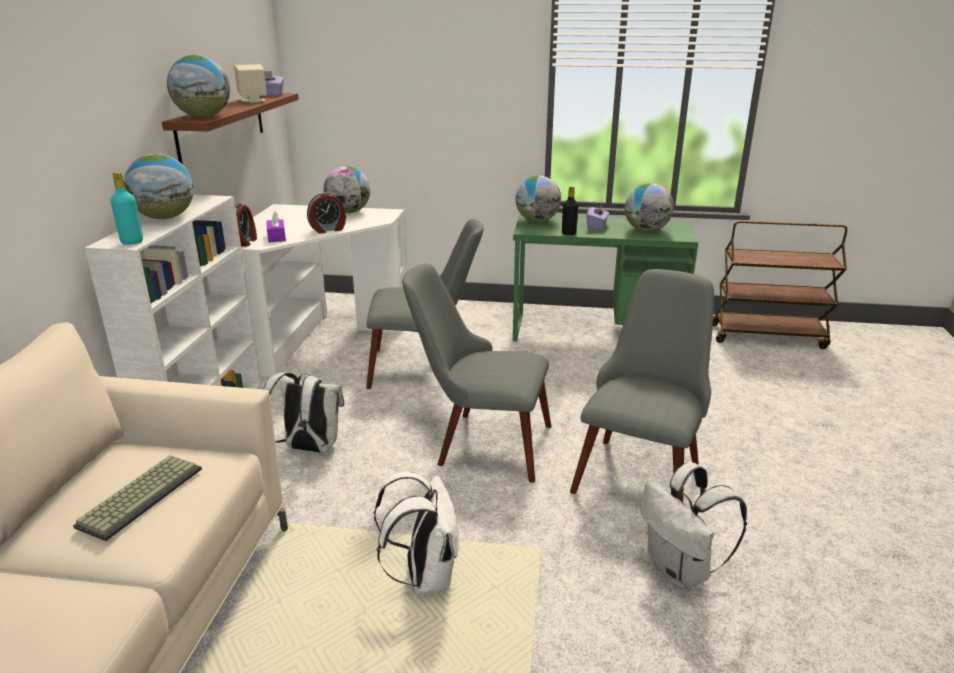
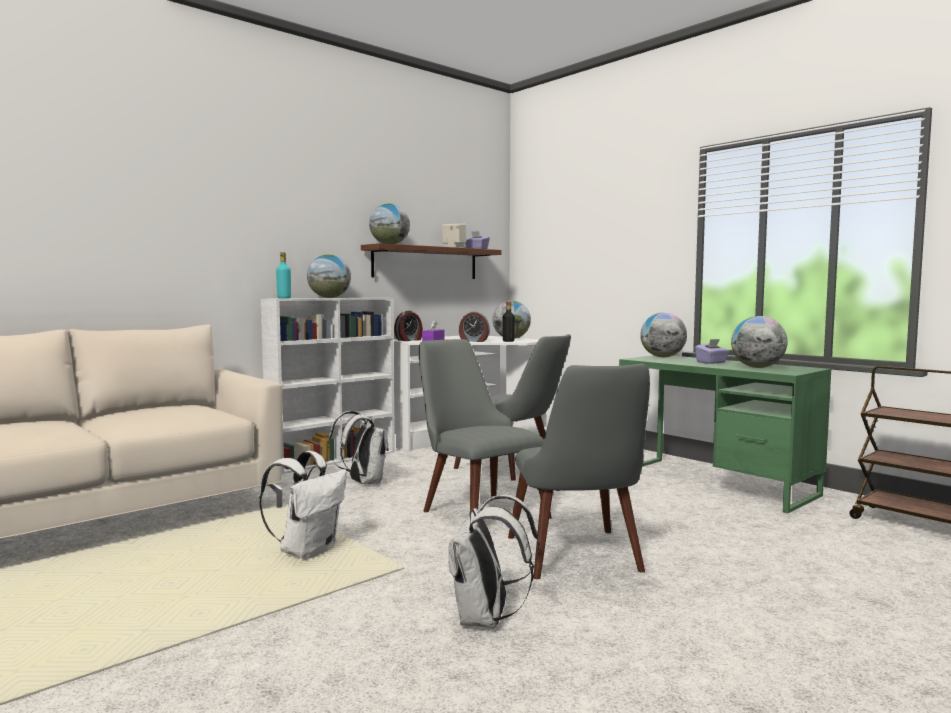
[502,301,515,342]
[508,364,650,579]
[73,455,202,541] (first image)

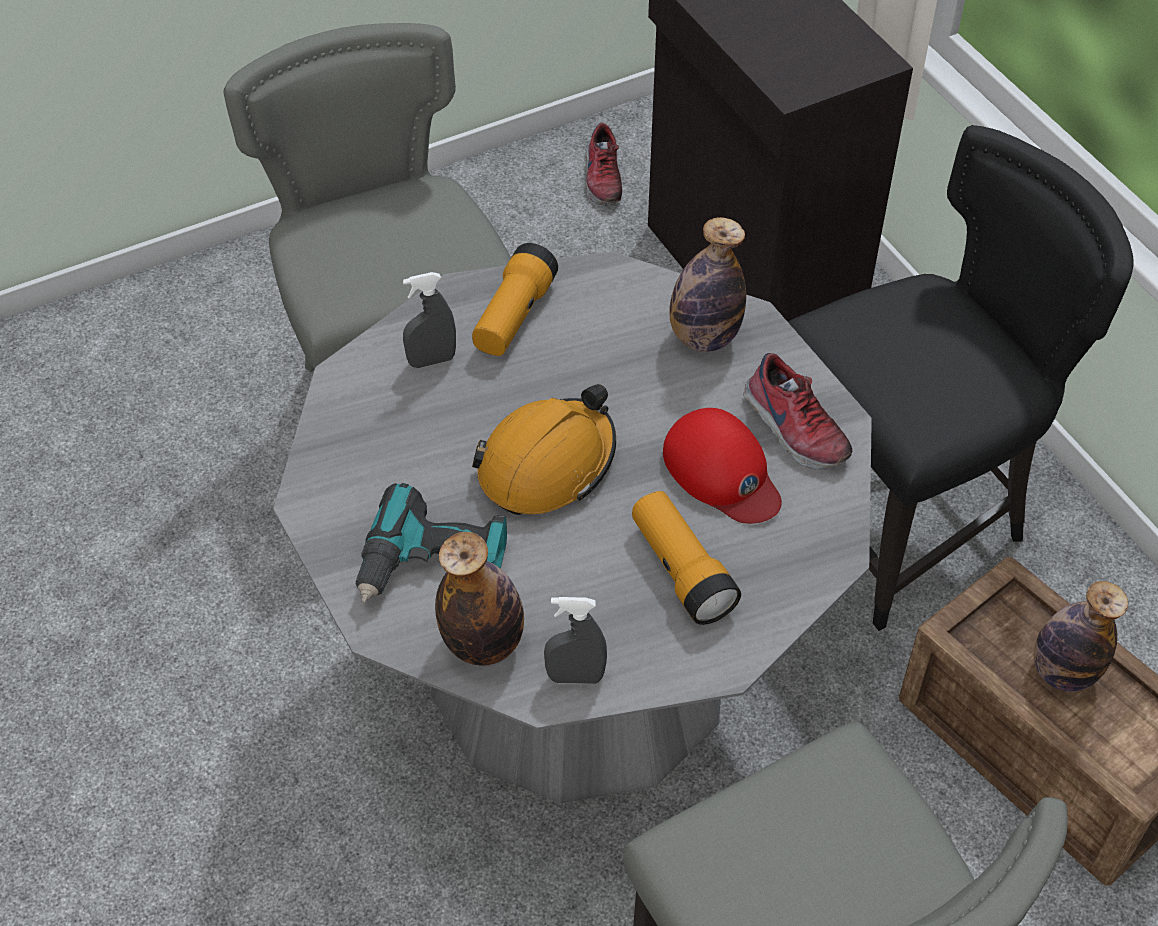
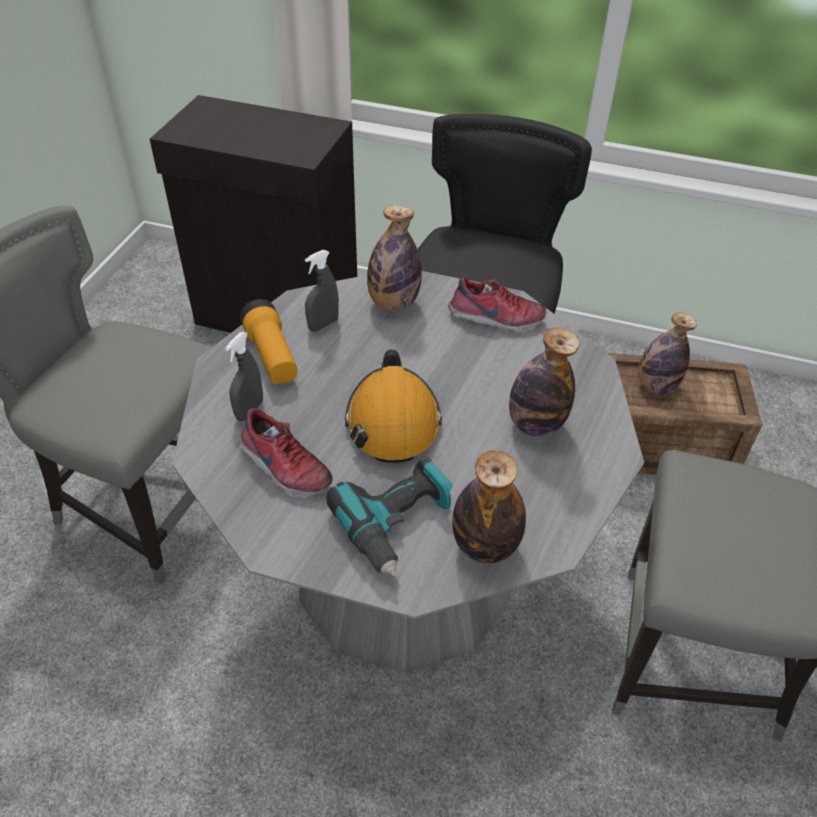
[238,408,332,498]
[305,250,339,332]
[509,327,580,437]
[663,408,782,524] (first image)

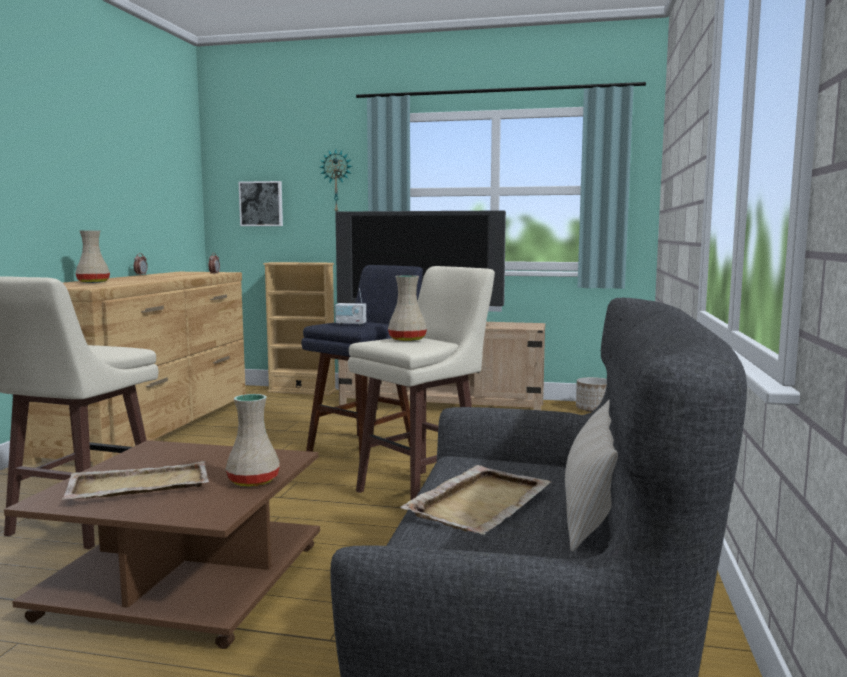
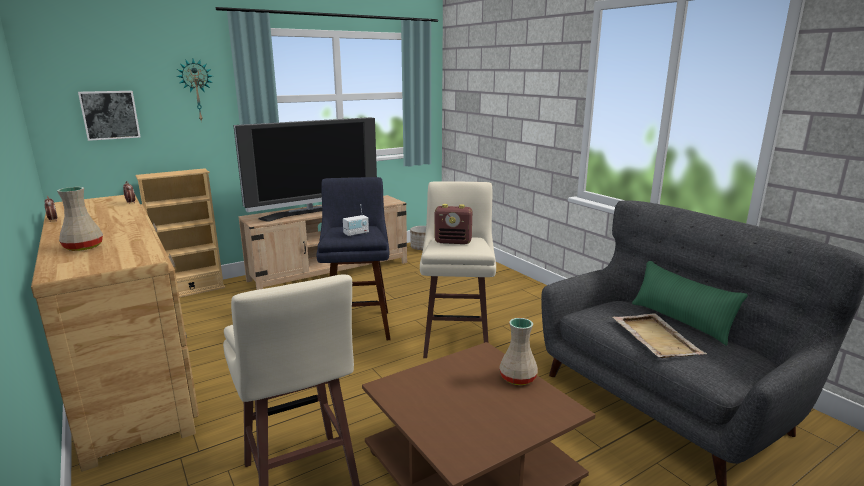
[435,204,472,244]
[632,261,748,346]
[62,461,209,500] (first image)

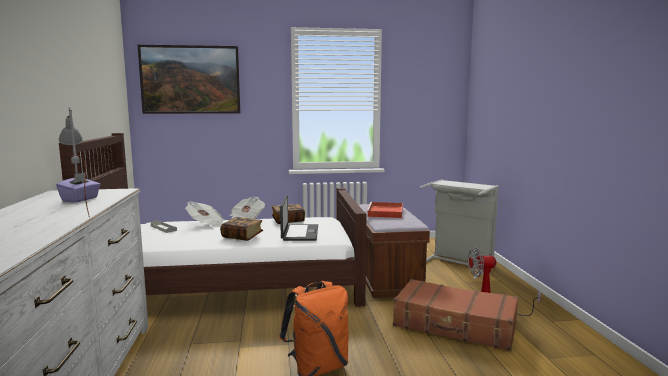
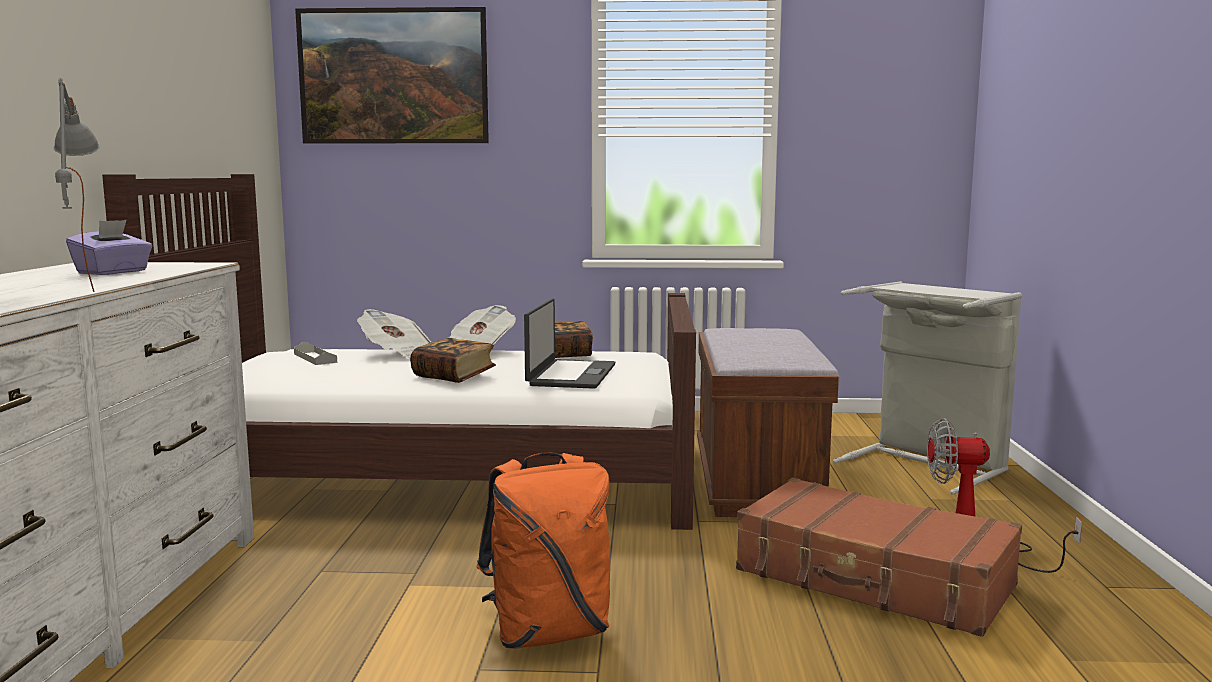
[366,202,403,218] (first image)

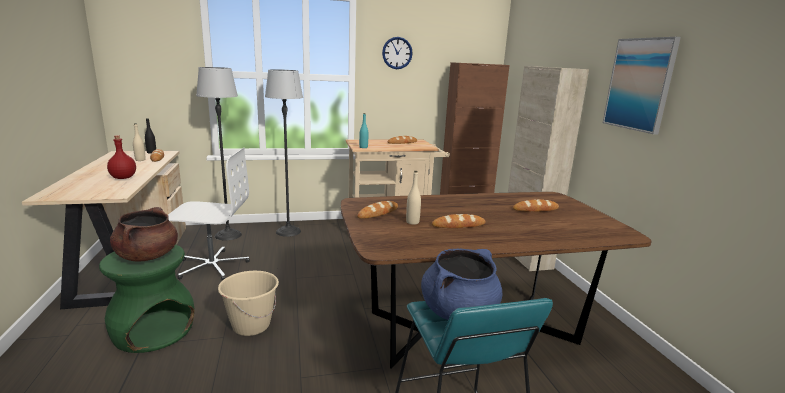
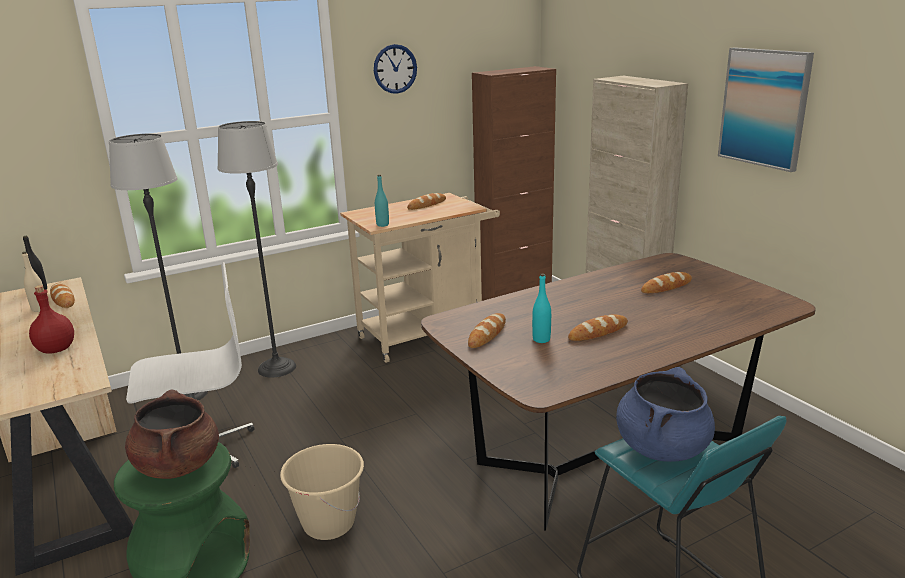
[532,273,551,343]

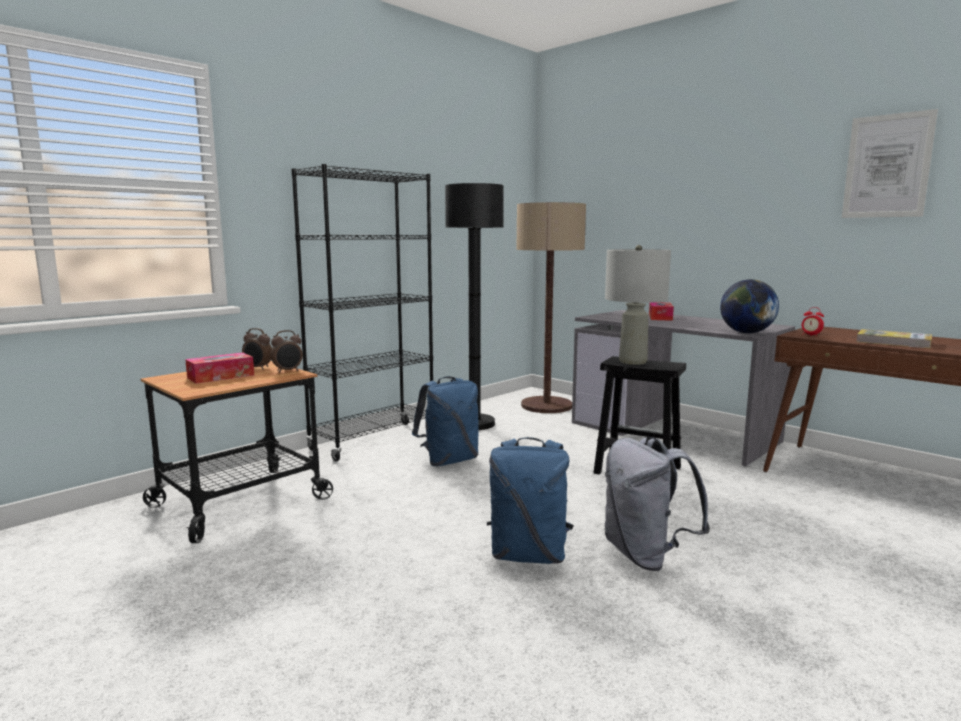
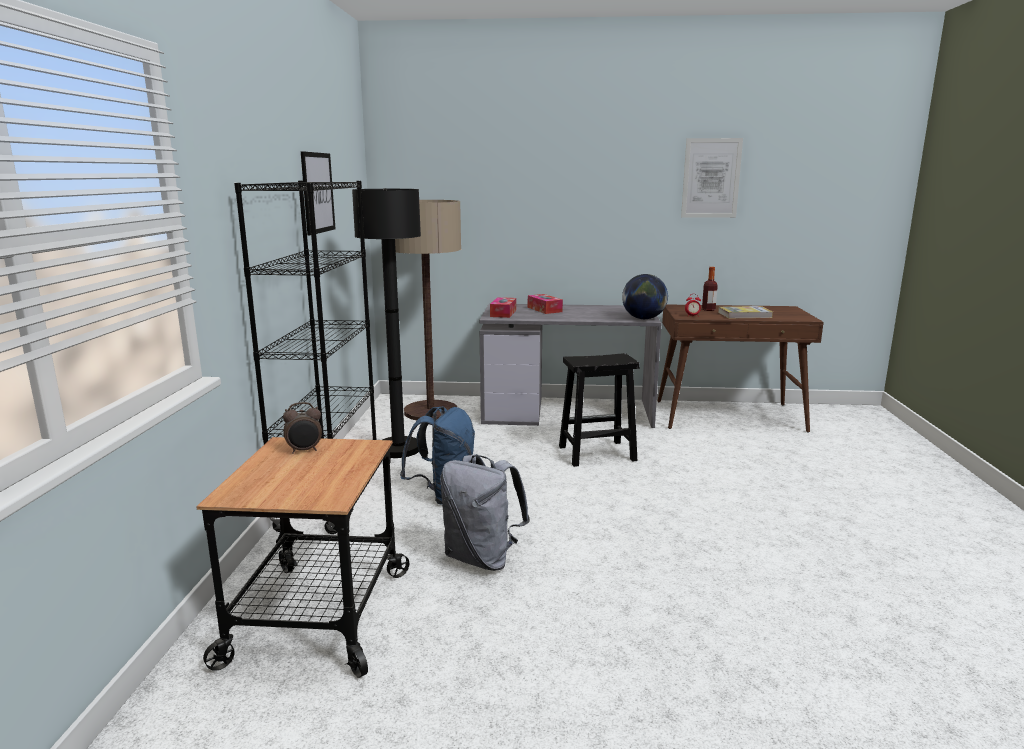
[301,151,335,236]
[440,454,530,571]
[490,297,516,318]
[702,267,718,311]
[270,330,303,373] (first image)
[487,437,574,564] (first image)
[605,245,671,365] (first image)

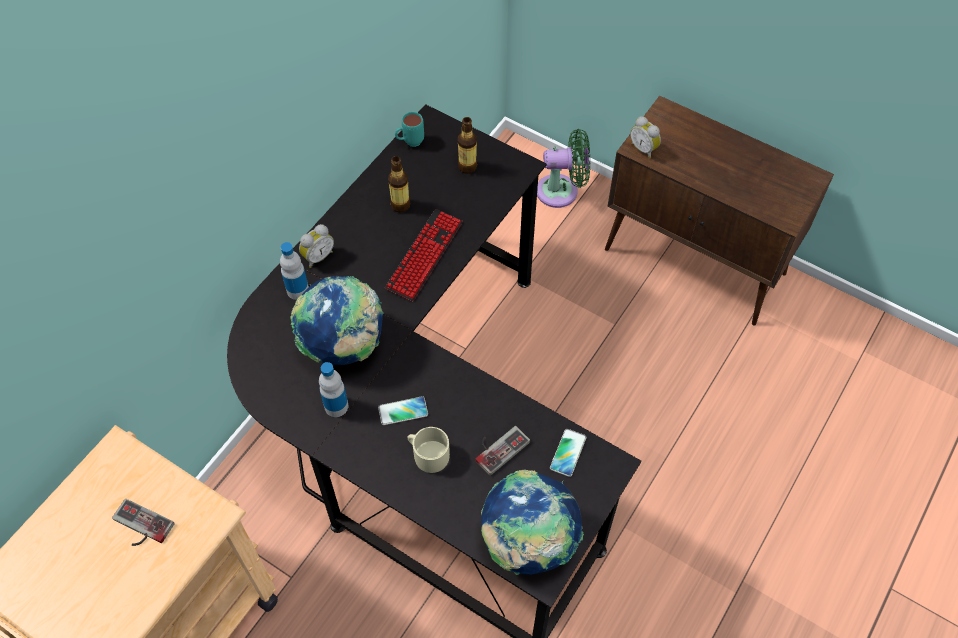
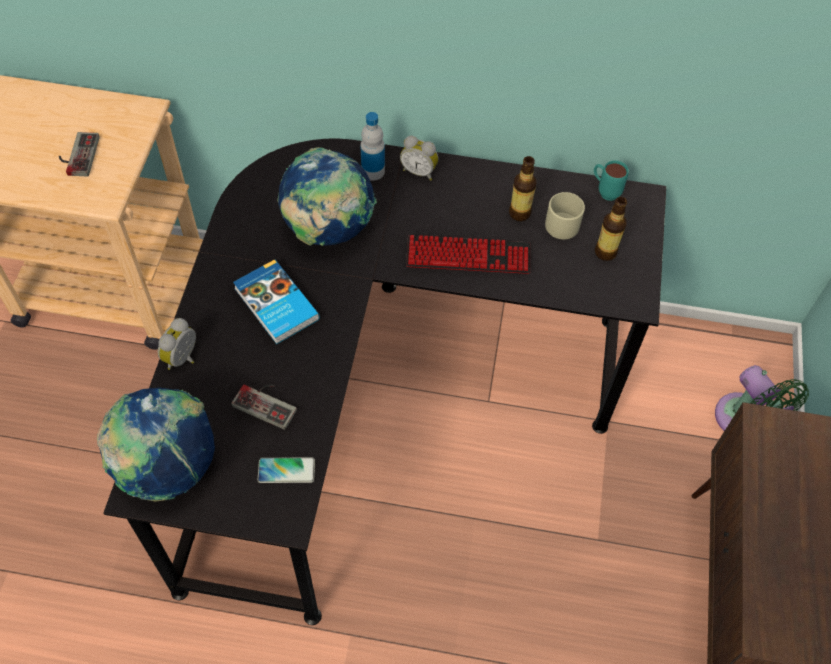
[158,318,196,370]
[233,259,320,344]
[545,192,585,239]
[319,362,349,417] (first image)

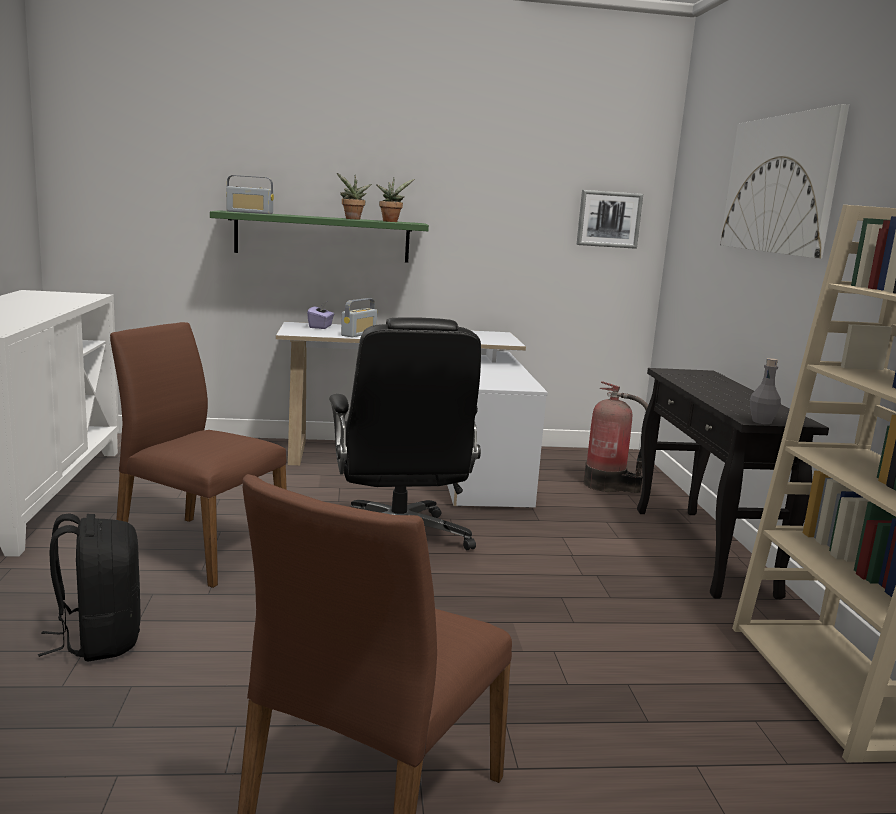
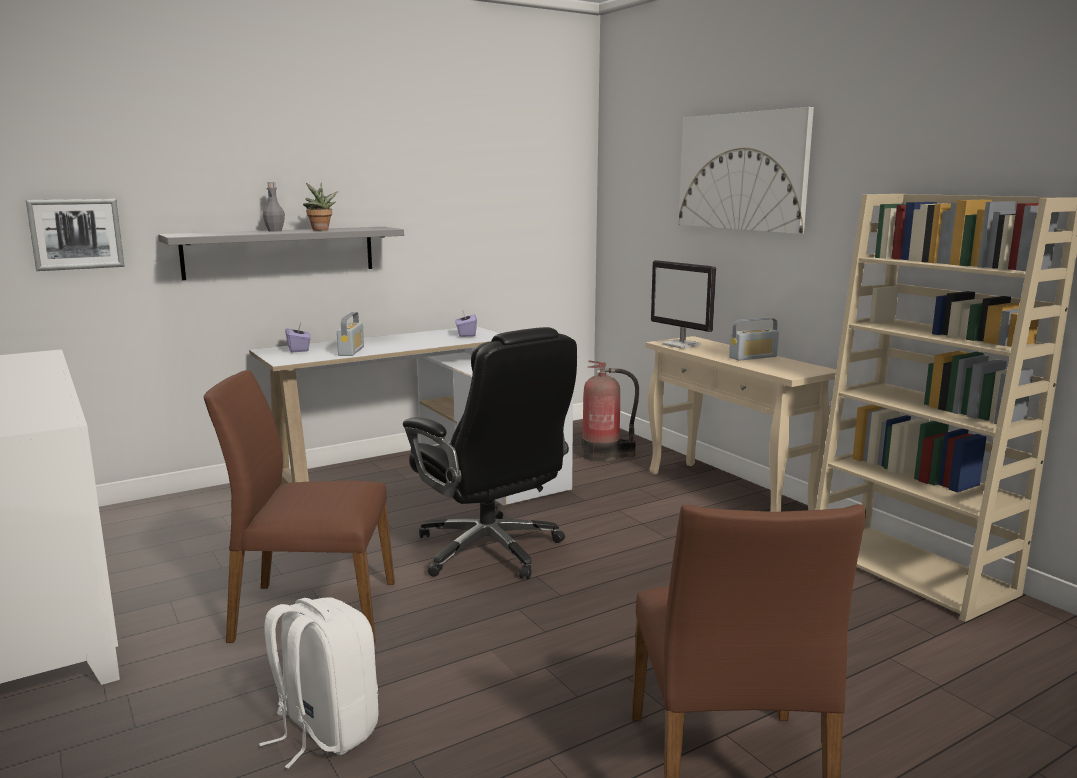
[26,199,125,271]
[158,227,404,280]
[259,597,378,769]
[263,183,285,232]
[455,310,477,337]
[645,336,836,512]
[651,260,716,348]
[729,318,779,361]
[376,178,414,222] (first image)

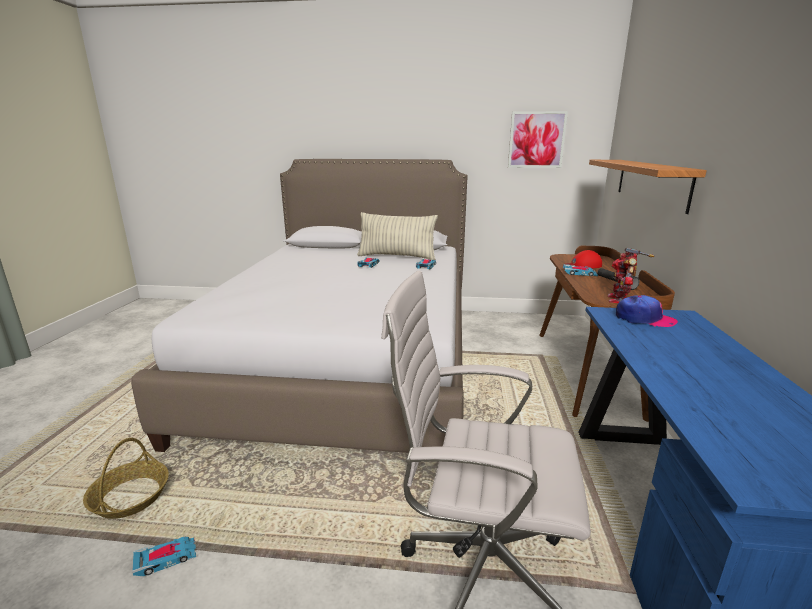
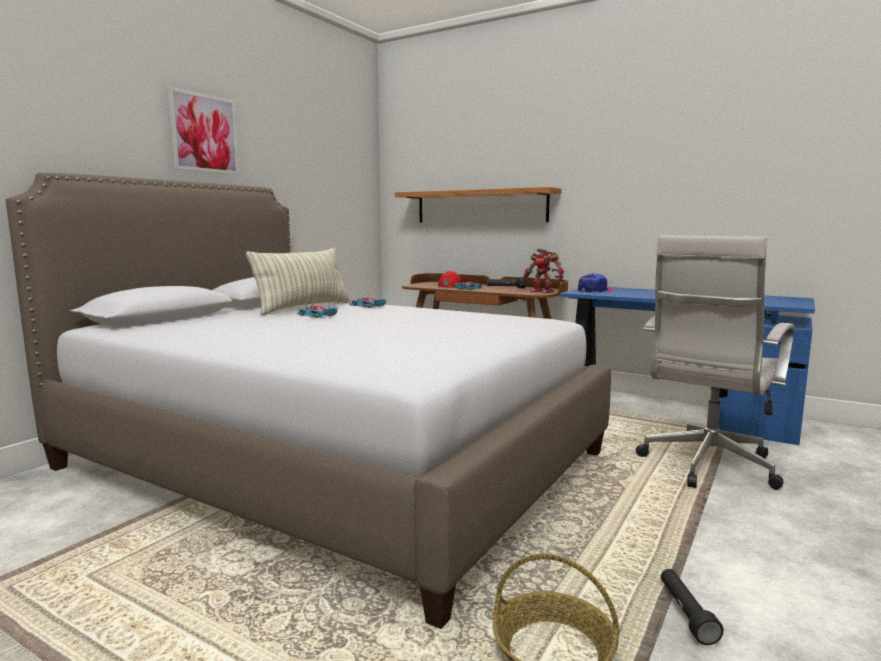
[167,87,239,175]
[661,569,724,645]

